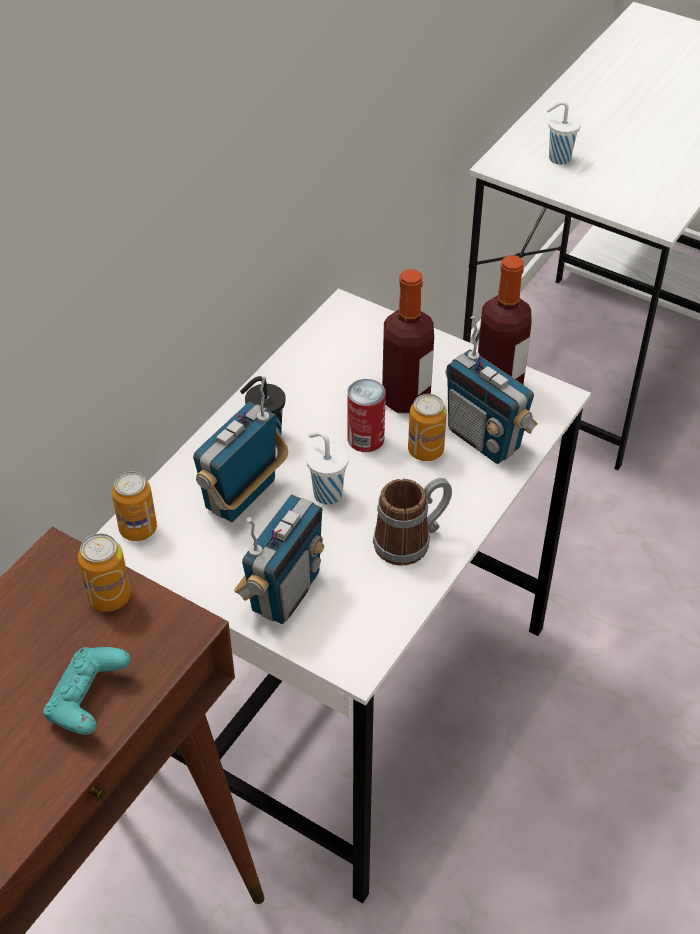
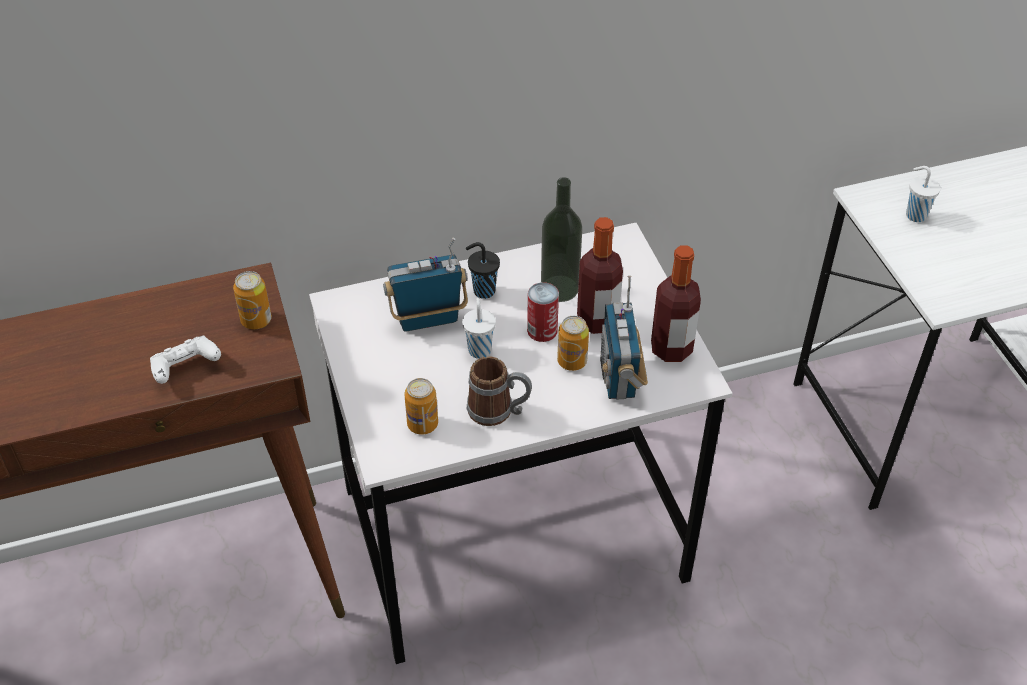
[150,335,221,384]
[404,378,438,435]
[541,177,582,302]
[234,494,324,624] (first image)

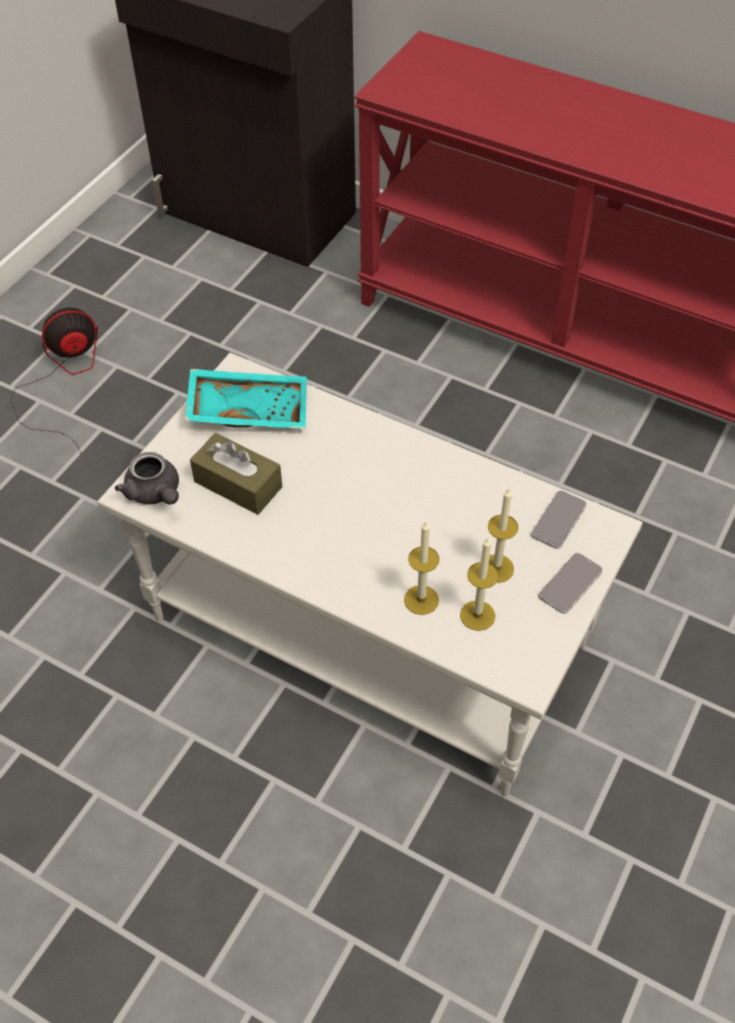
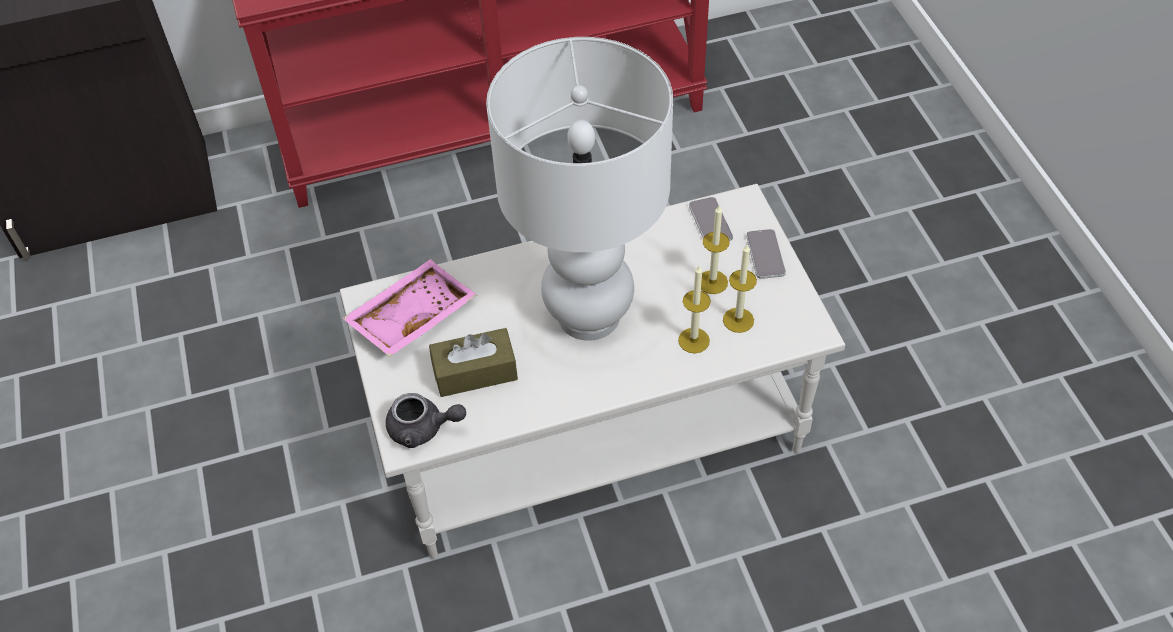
[342,259,477,357]
[486,37,673,341]
[11,308,98,454] (first image)

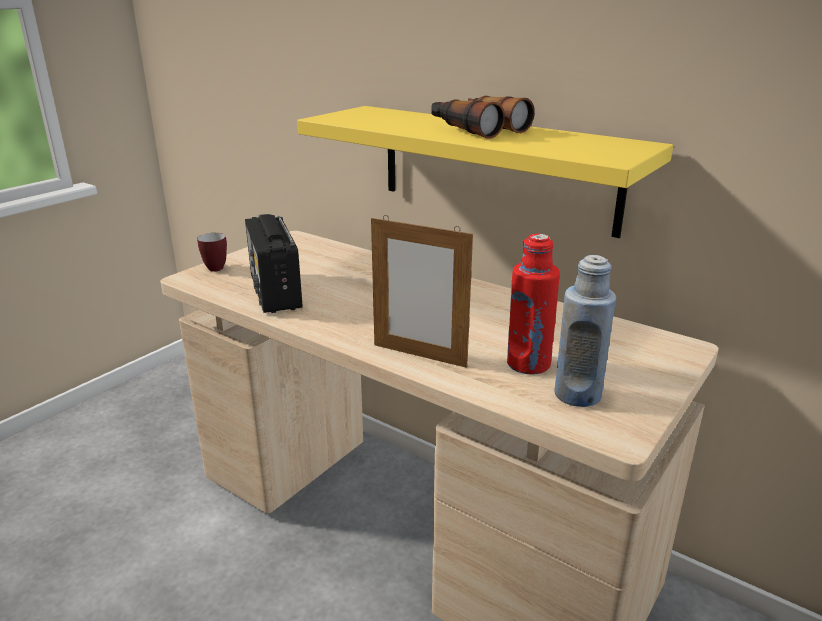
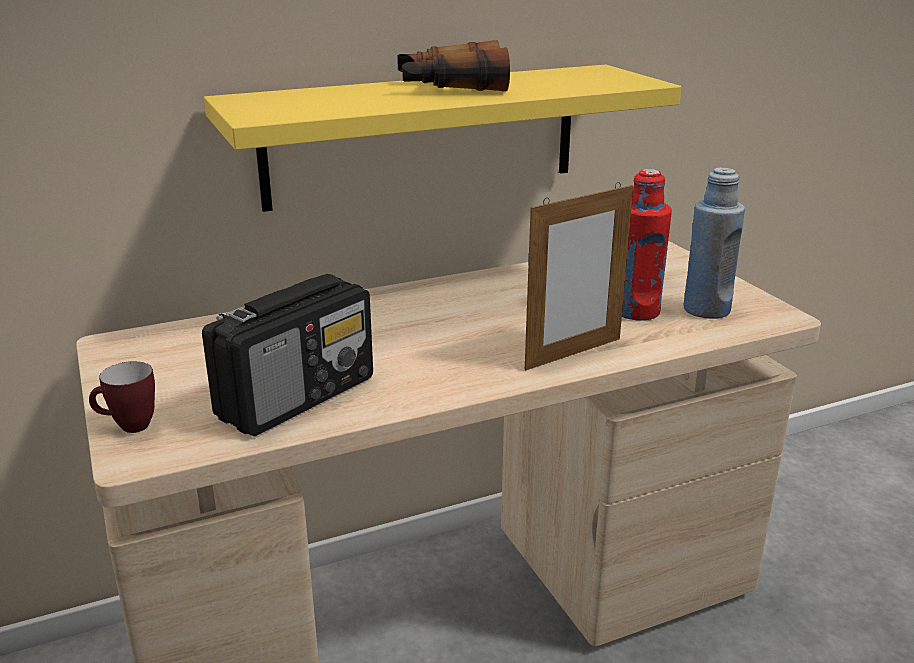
[202,274,373,436]

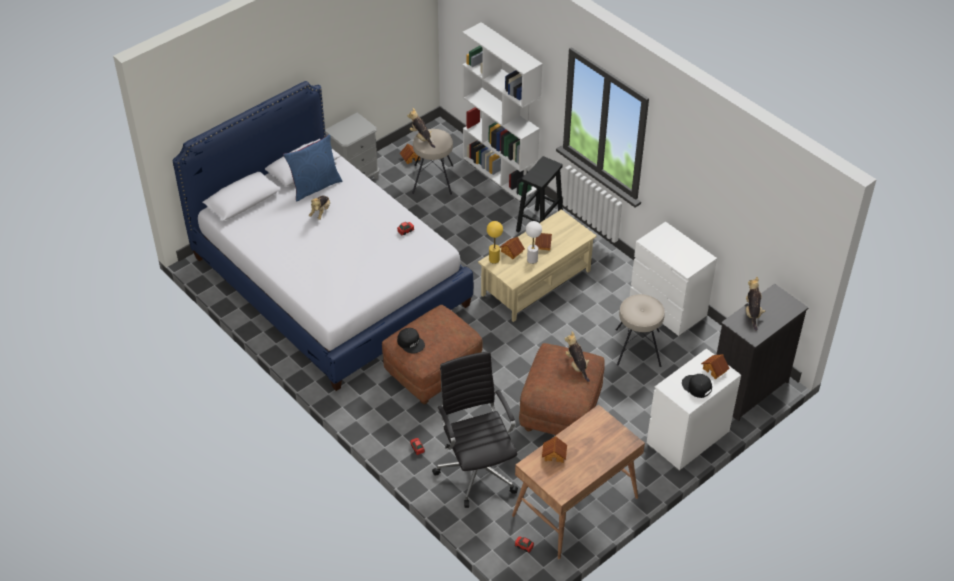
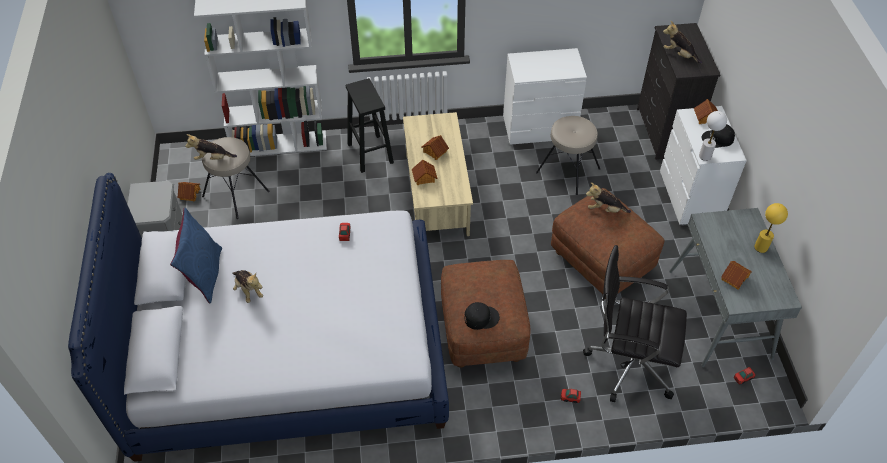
[669,208,802,367]
[699,111,727,161]
[754,203,788,253]

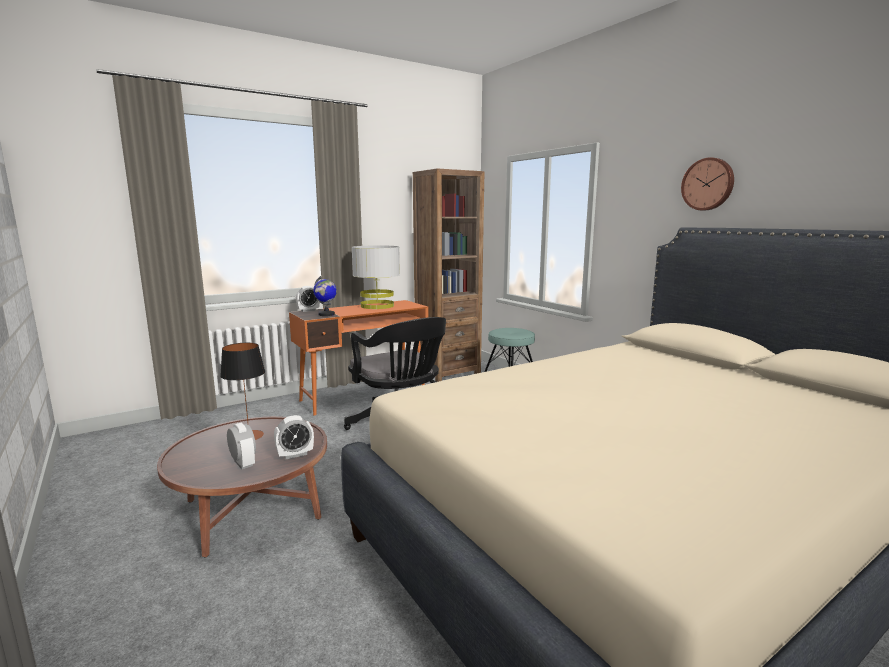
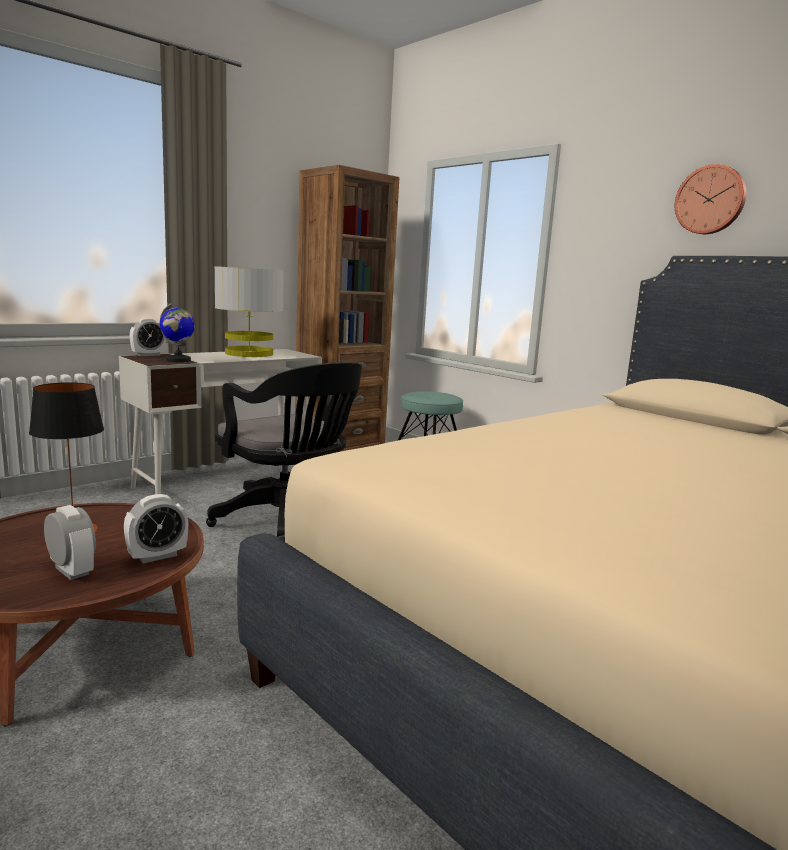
[119,349,322,494]

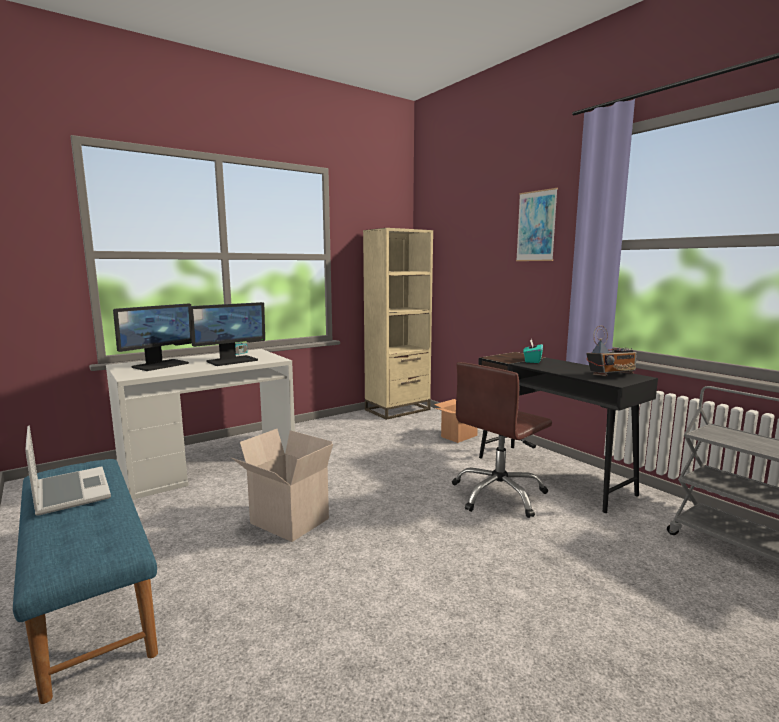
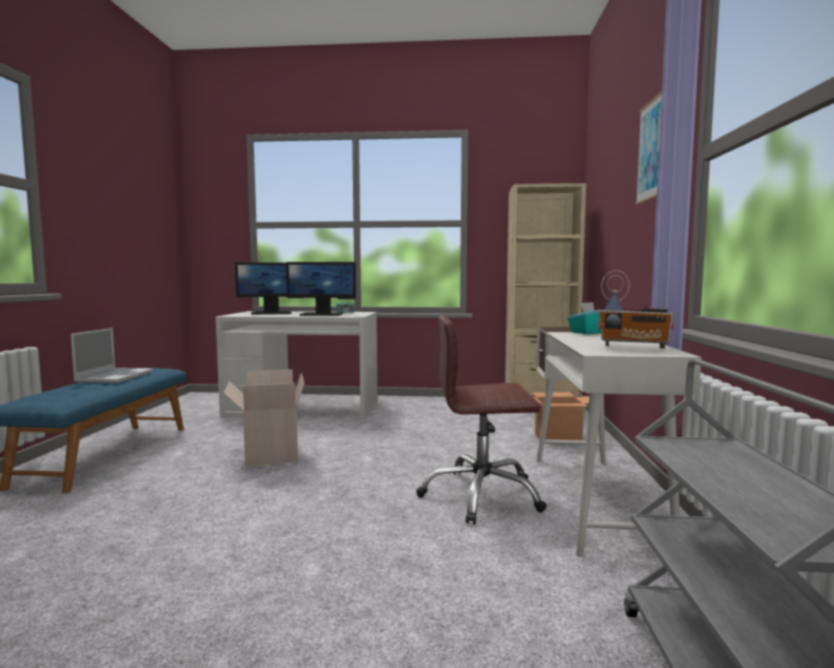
[536,327,701,557]

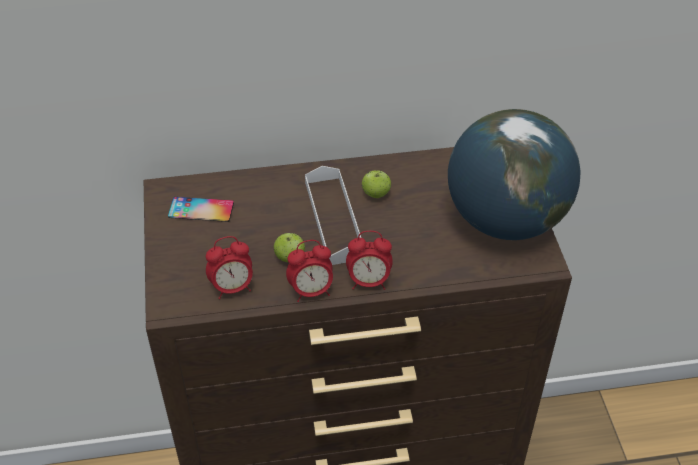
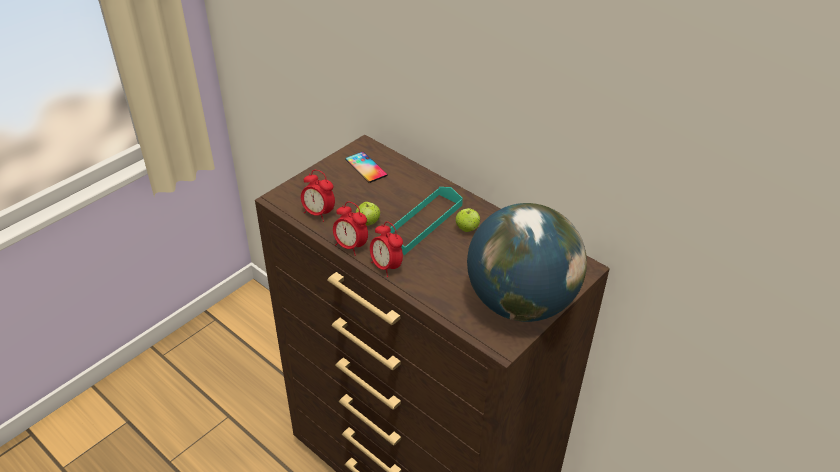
[380,187,463,255]

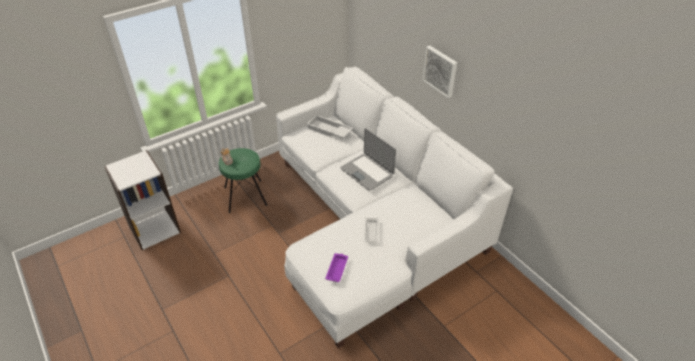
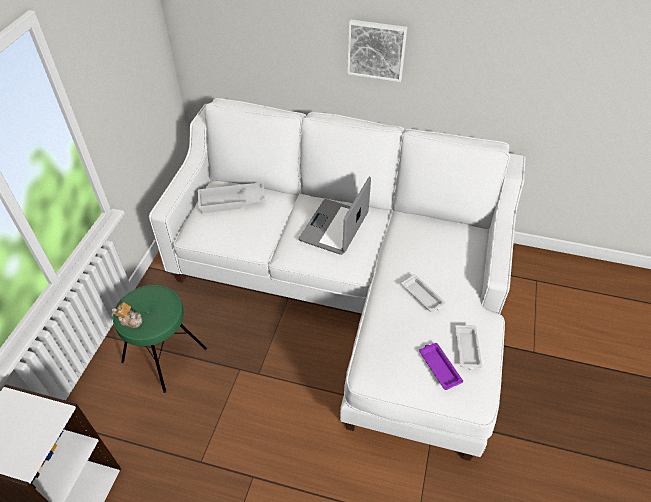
[299,177,371,255]
[455,325,482,370]

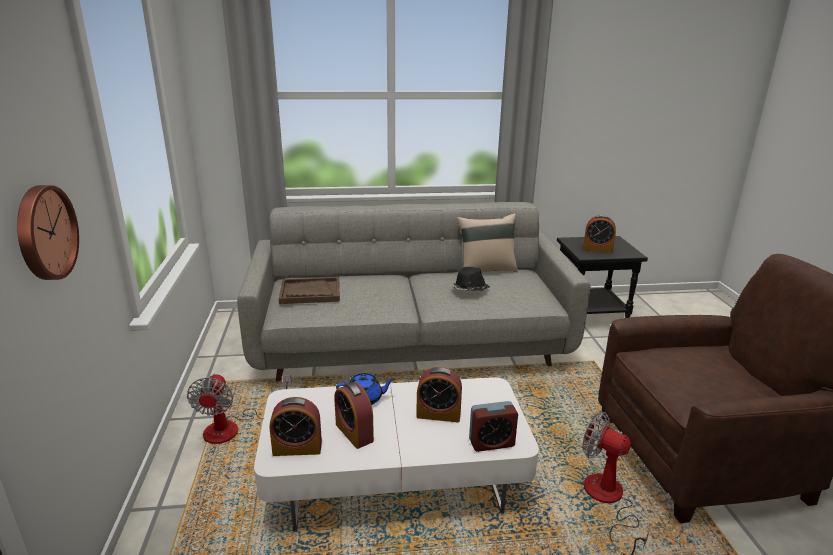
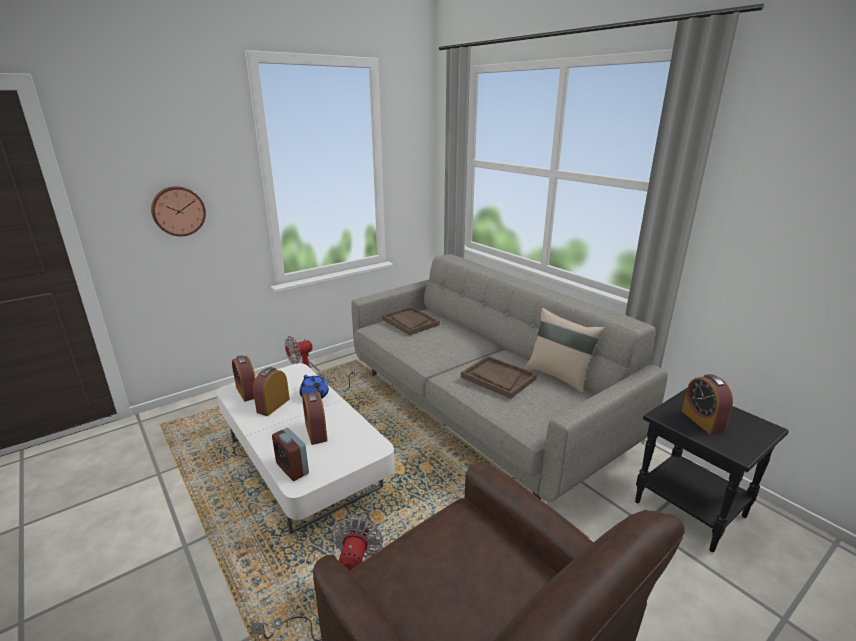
[461,356,537,399]

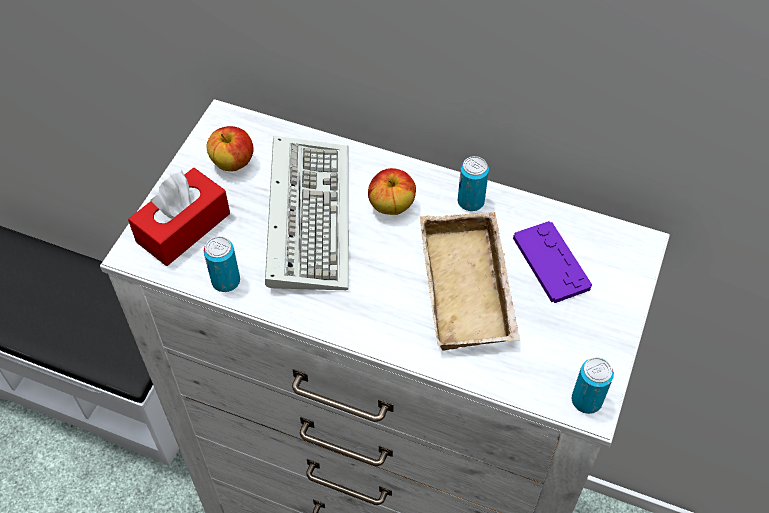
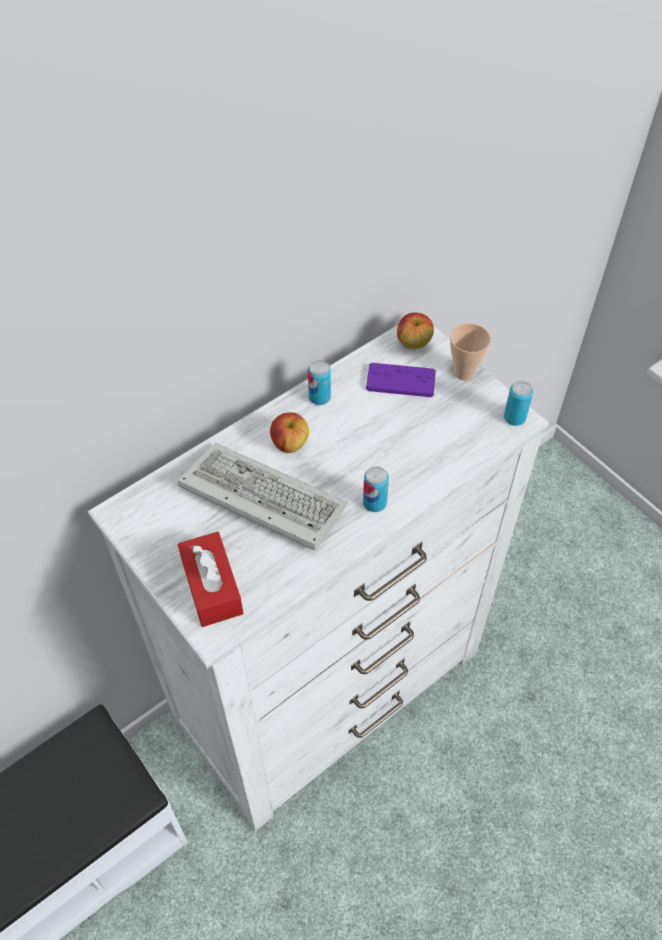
[363,466,389,512]
[397,313,434,349]
[450,323,491,381]
[420,212,520,351] (first image)

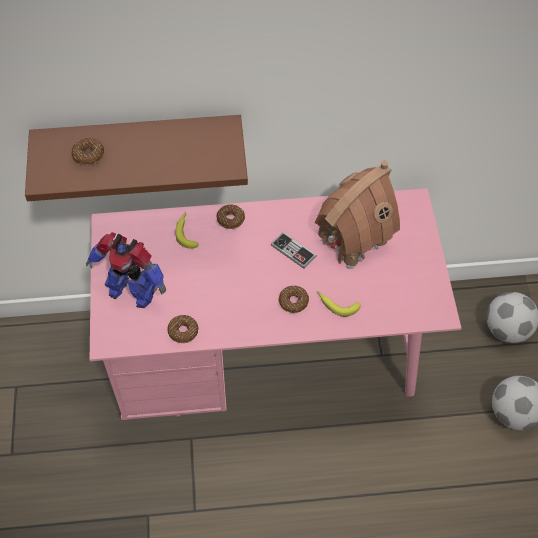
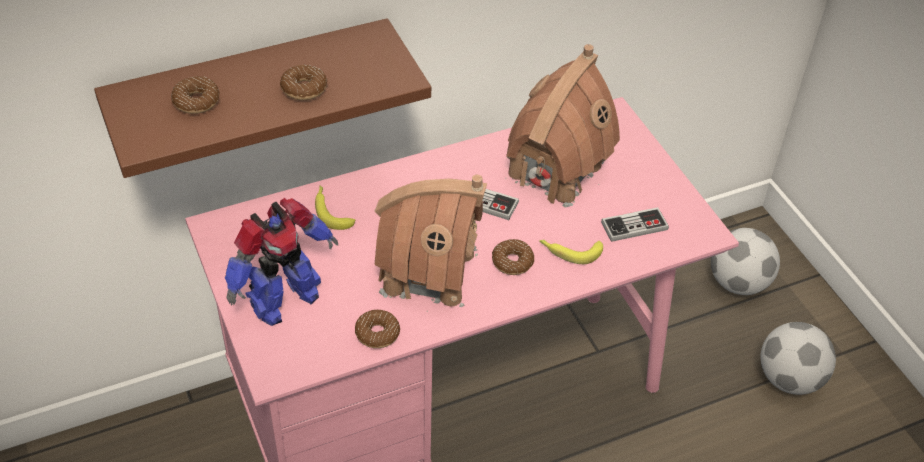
[225,198,338,326]
[280,65,327,100]
[374,175,487,312]
[601,207,669,242]

